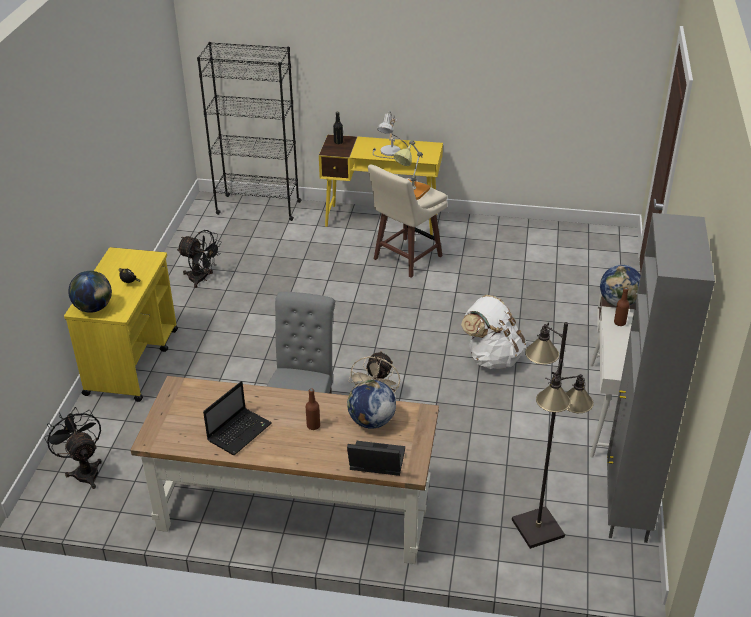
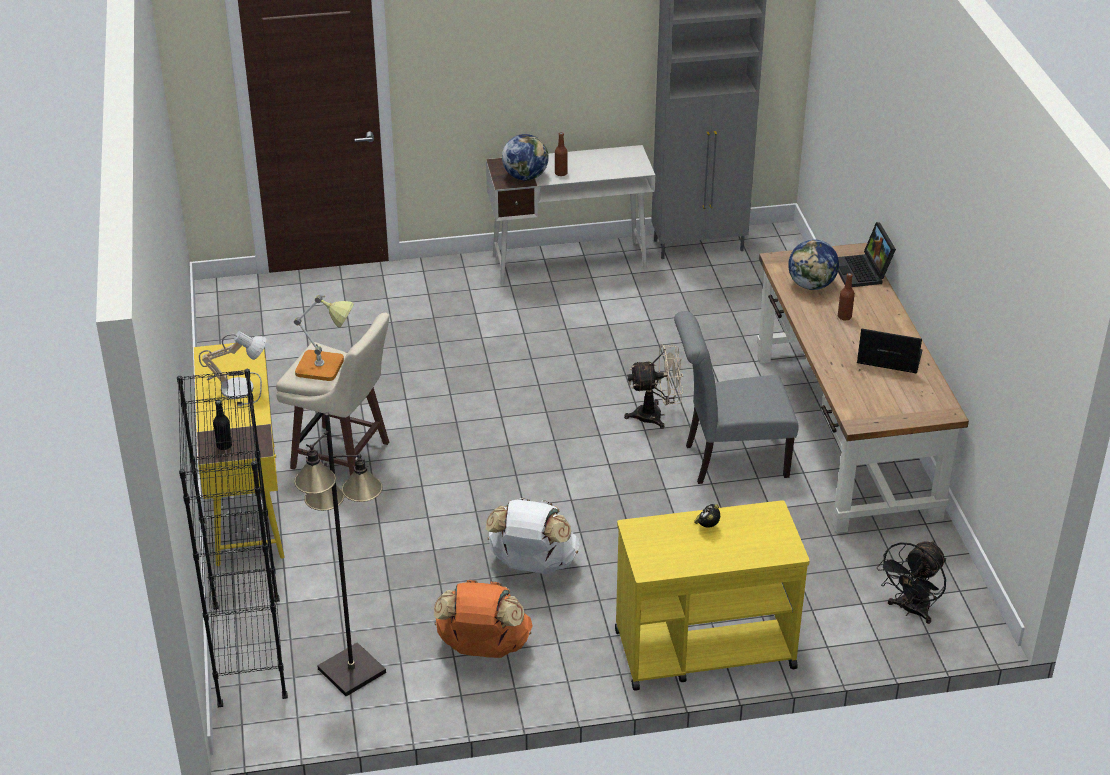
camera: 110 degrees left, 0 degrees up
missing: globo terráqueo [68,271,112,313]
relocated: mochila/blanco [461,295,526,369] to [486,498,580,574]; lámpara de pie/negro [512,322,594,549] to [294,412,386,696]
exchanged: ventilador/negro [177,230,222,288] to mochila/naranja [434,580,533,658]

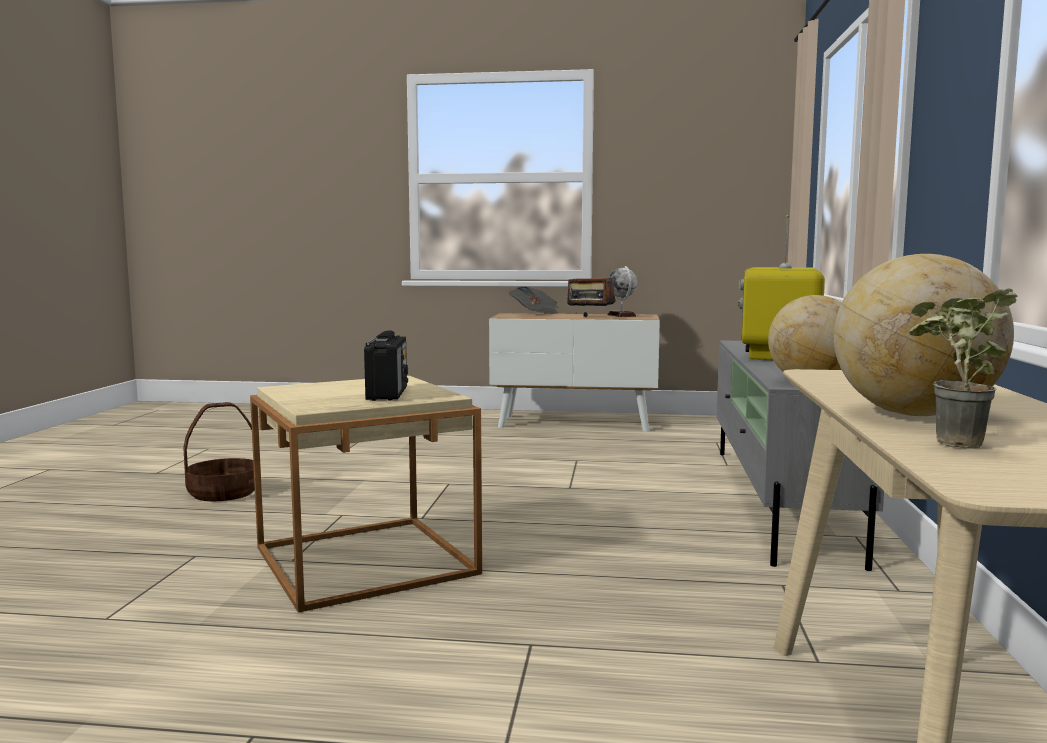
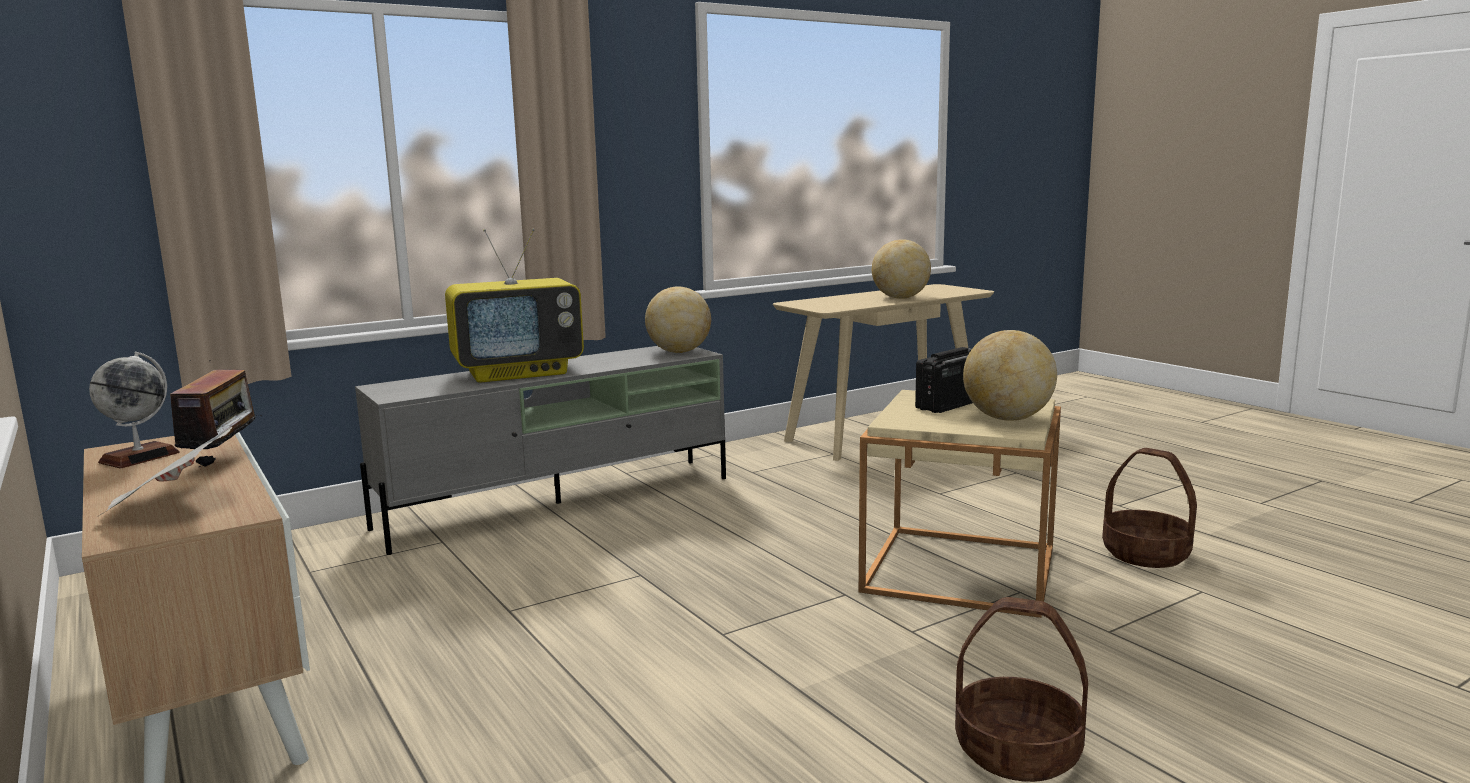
camera: 130 degrees left, 5 degrees up
missing: planta en maceta [909,288,1018,449]
appeared: globo terráqueo [963,330,1057,421]; cesta [1102,448,1197,568]

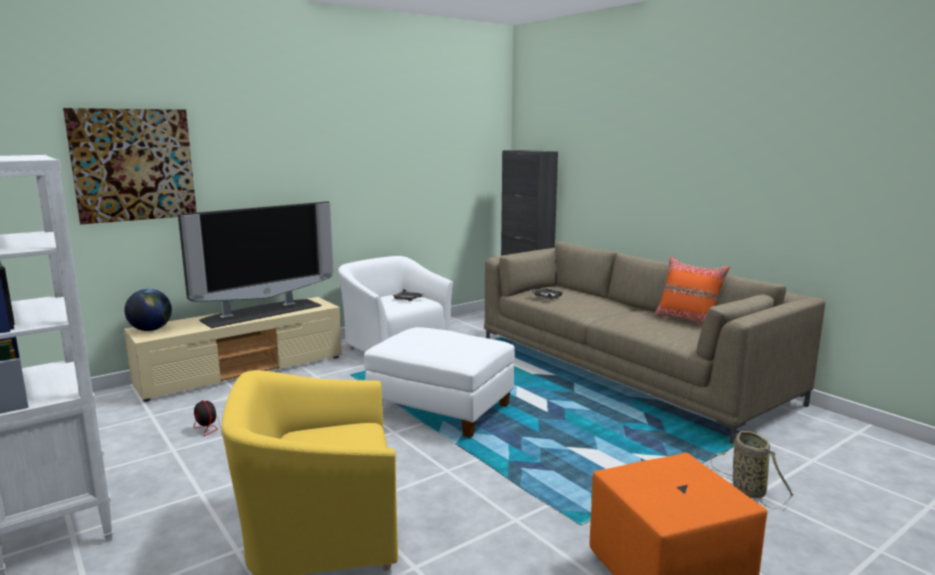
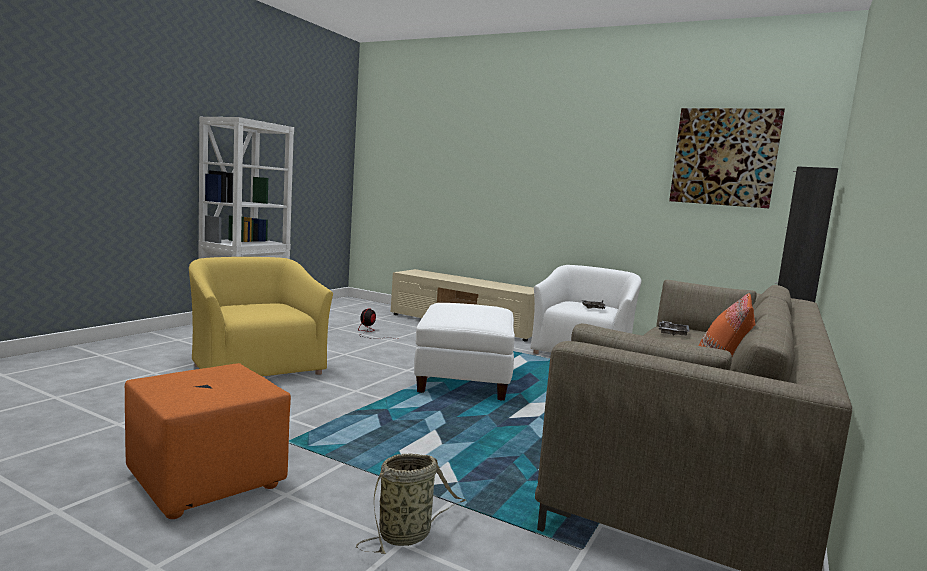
camera: 65 degrees right, 5 degrees down
missing: televisor [178,201,334,328]; globo terráqueo [124,289,172,331]
relocated: cuadro [63,108,197,224] to [669,108,785,208]

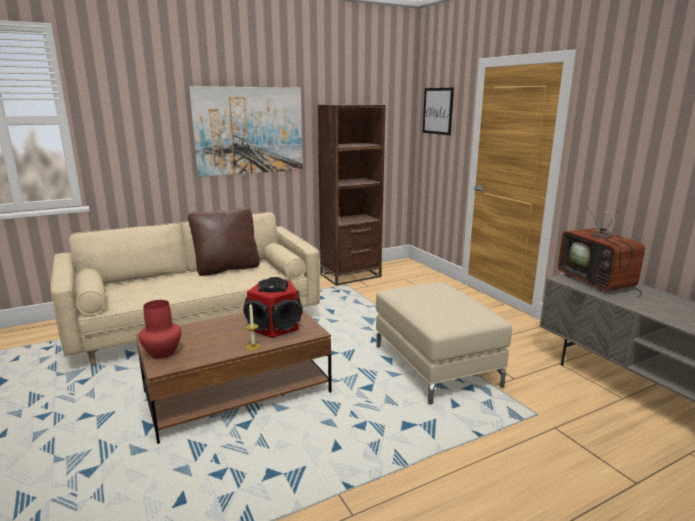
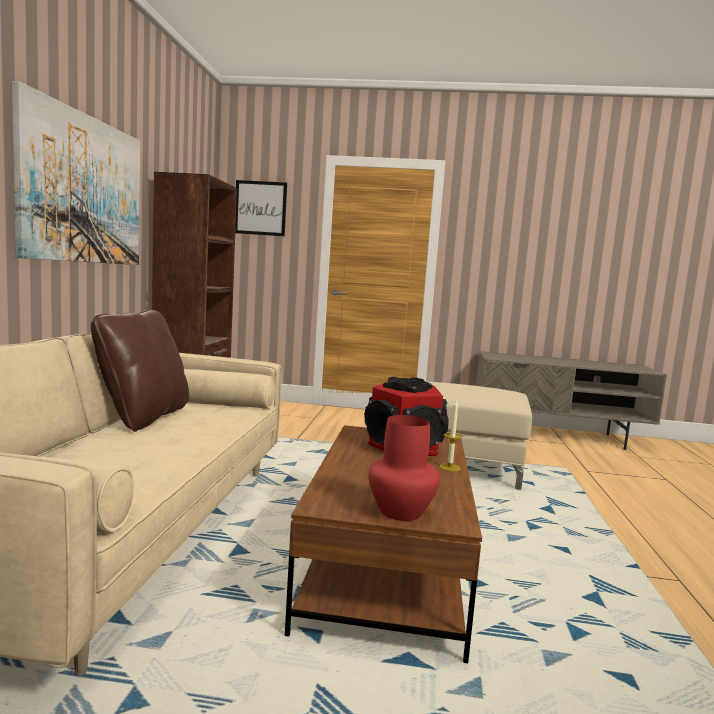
camera: 55 degrees left, 10 degrees down
missing: televisor [558,196,645,298]

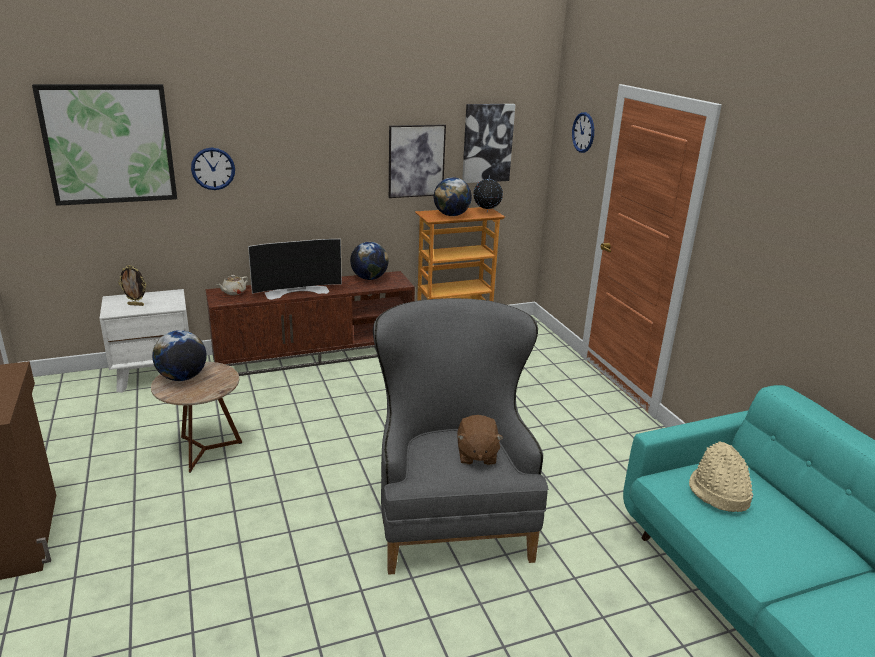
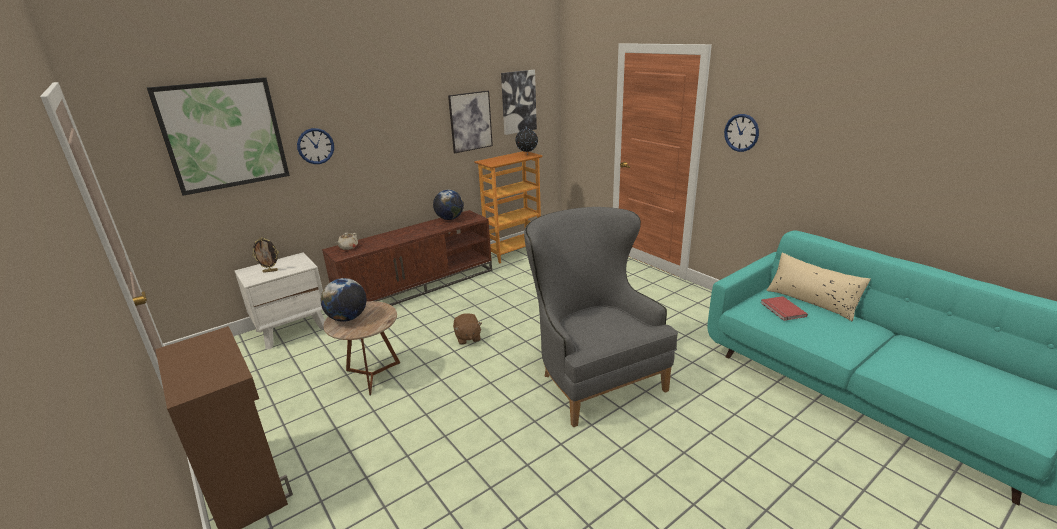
camera: 15 degrees left, 0 degrees up
missing: globo terráqueo [434,177,472,216]; televisor [248,239,342,300]
appeared: cojín/beis [766,253,871,322]
relocated: reloj de pared [572,112,594,153] to [724,114,759,152]; peluche/marrón [457,415,503,465] to [453,313,482,345]
exchanged: sombrero/beis [689,441,753,512] to libro/rojo [761,296,808,321]

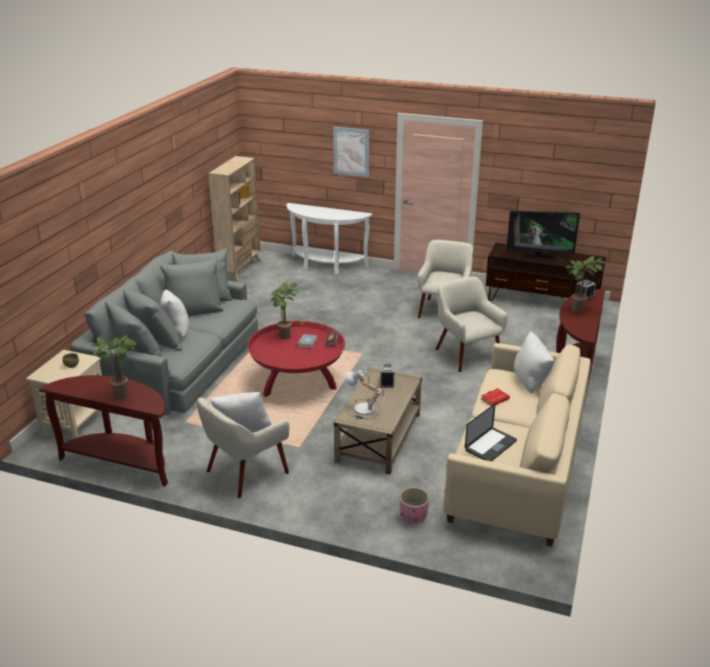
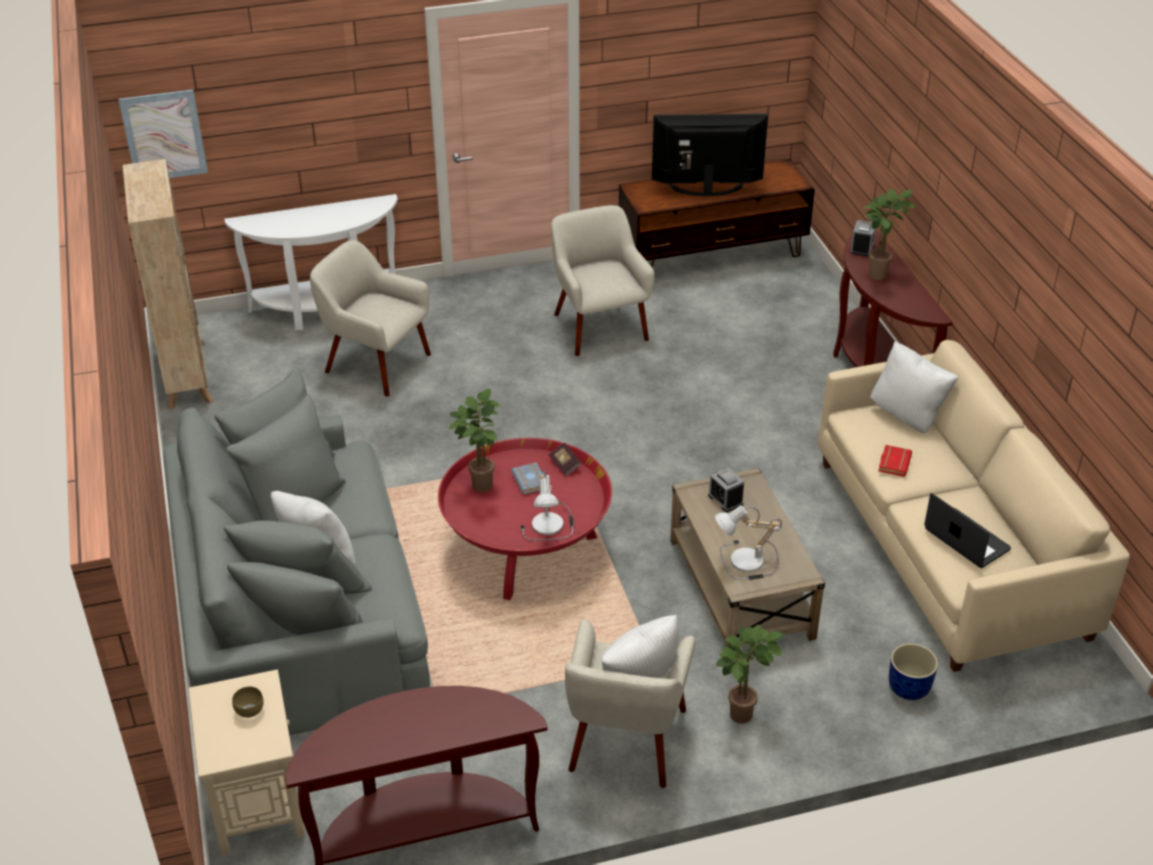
camera: 35 degrees left, 10 degrees up
appeared: lámpara de mesa [520,469,574,541]
relocated: cuadro [333,127,369,177] to [118,89,208,178]; sillón/beis [435,277,508,372] to [310,240,431,396]; planta en maceta [91,335,136,400] to [716,624,785,724]
colour: maceta/rosa [399,487,429,524] to maceta/azul [889,643,938,700]
spun: televisor [506,211,580,261] = [652,114,768,196] 150 degrees counterclockwise; portátil [465,404,517,461] = [924,493,1011,568] 45 degrees counterclockwise

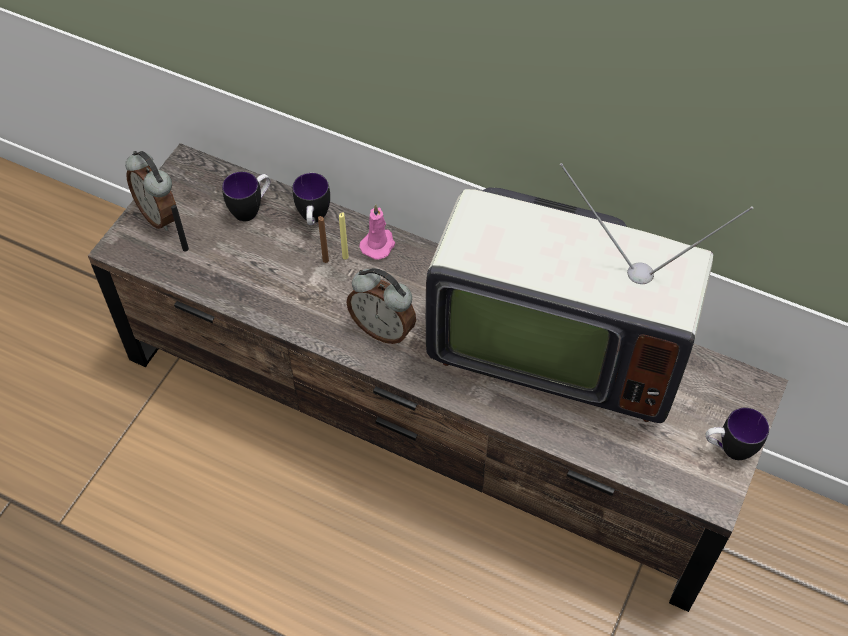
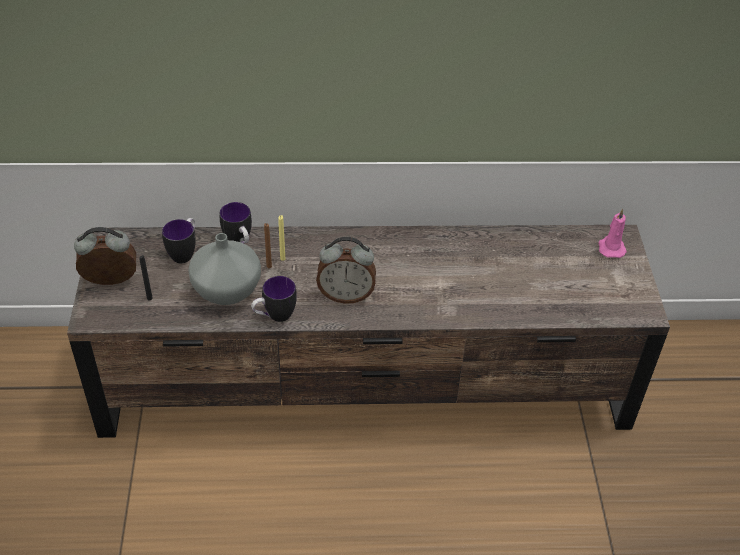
camera: 30 degrees left, 10 degrees down
missing: televisor [426,163,753,423]
appeared: florero/gris [188,233,261,305]
relocated: vela/rosa [359,204,395,260] to [598,209,627,258]; taza grande [706,407,769,460] to [251,276,297,322]
spun: despertador [125,151,176,231] = [74,227,136,285] 150 degrees clockwise

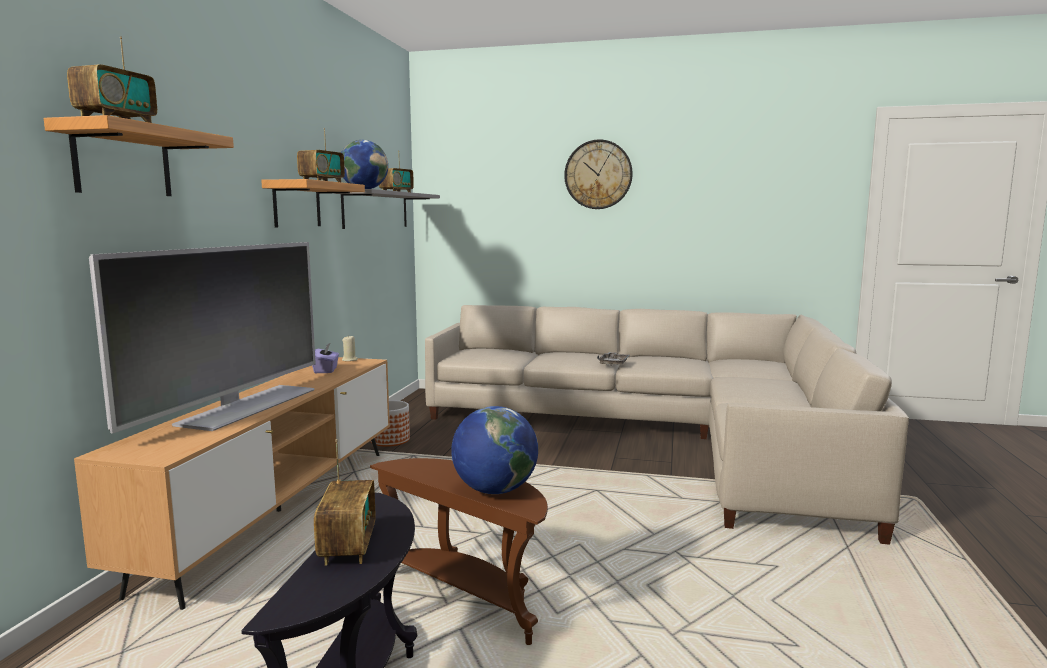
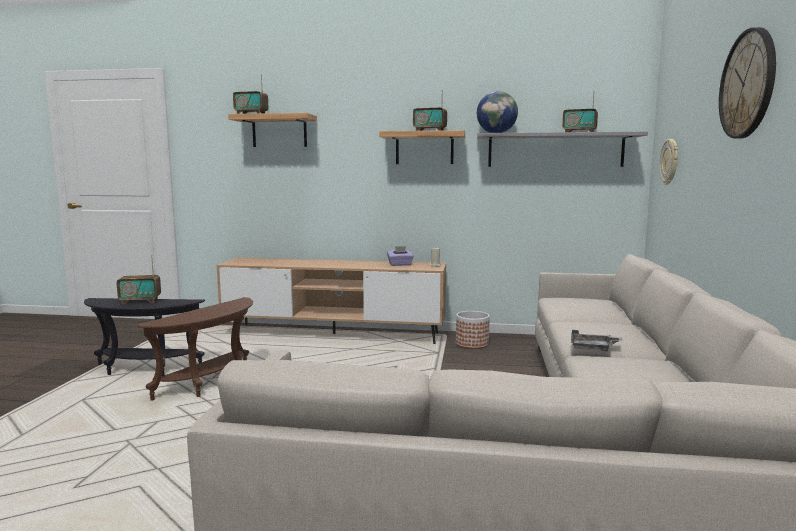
camera: 85 degrees right, 0 degrees up
missing: televisor [89,242,316,434]; globo terráqueo [451,406,538,494]
appeared: reloj de pared [659,139,678,185]

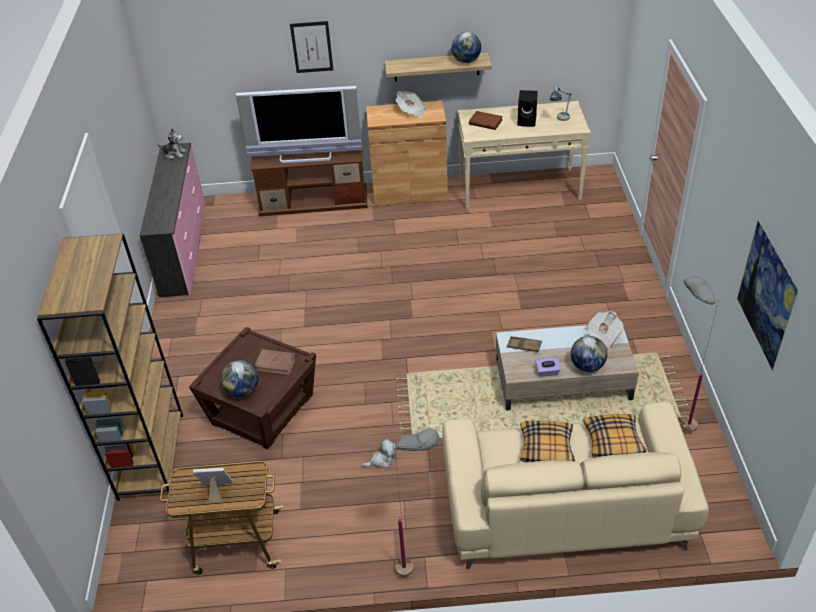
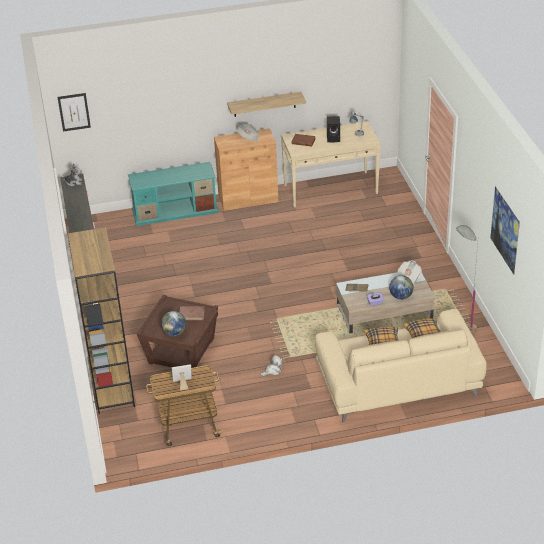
camera: 10 degrees left, 5 degrees down
missing: globo terráqueo [451,32,481,63]; televisor [236,86,362,163]; lámpara de pie/gris [395,428,439,577]
relocated: cuadro [290,21,333,73] to [58,93,91,132]
colour: mueble de televisión/marrón [250,140,368,217] to mueble de televisión/turquesa [128,162,219,226]

